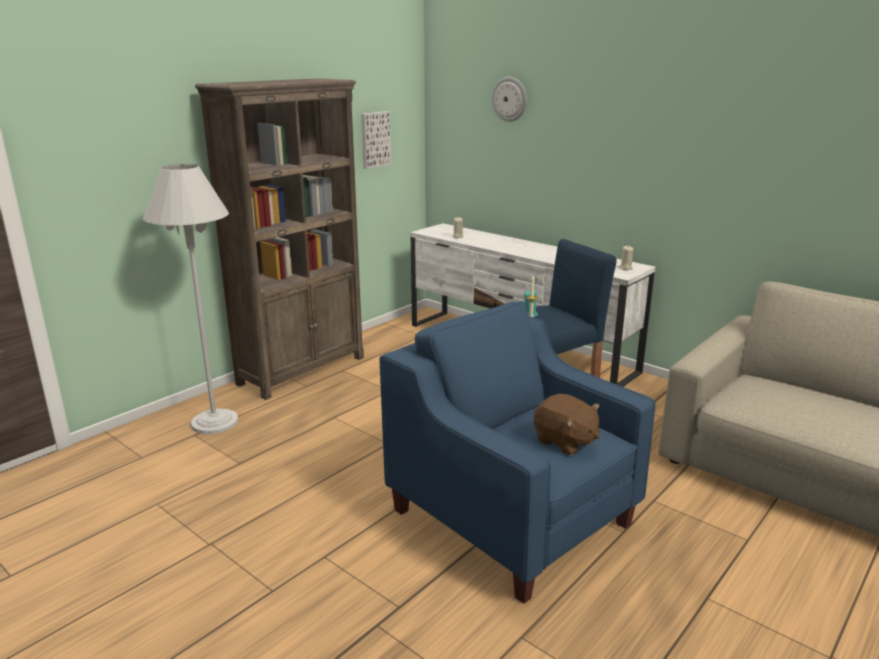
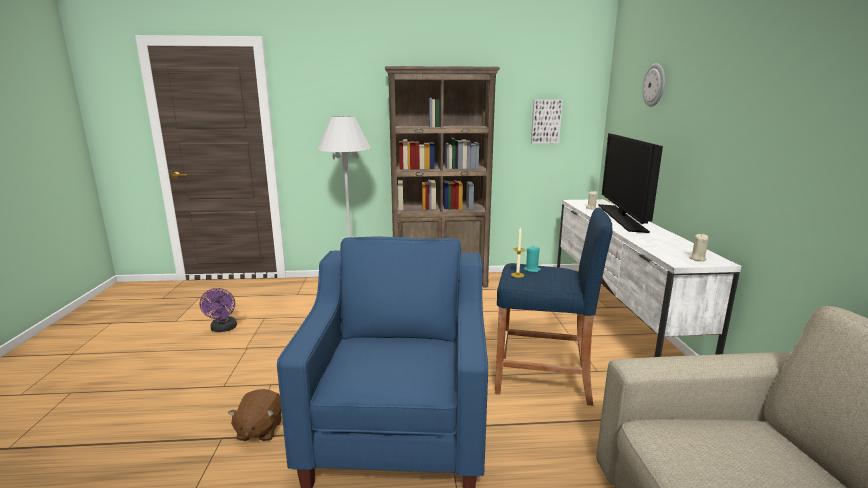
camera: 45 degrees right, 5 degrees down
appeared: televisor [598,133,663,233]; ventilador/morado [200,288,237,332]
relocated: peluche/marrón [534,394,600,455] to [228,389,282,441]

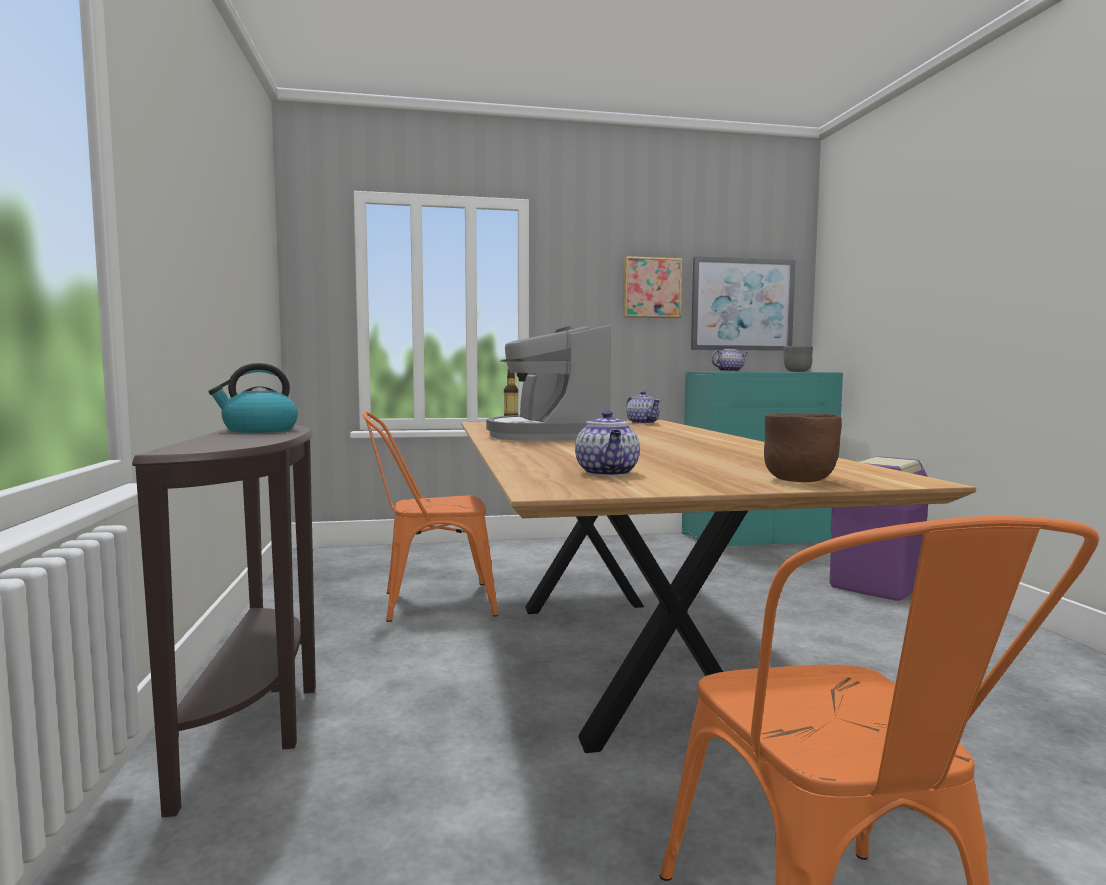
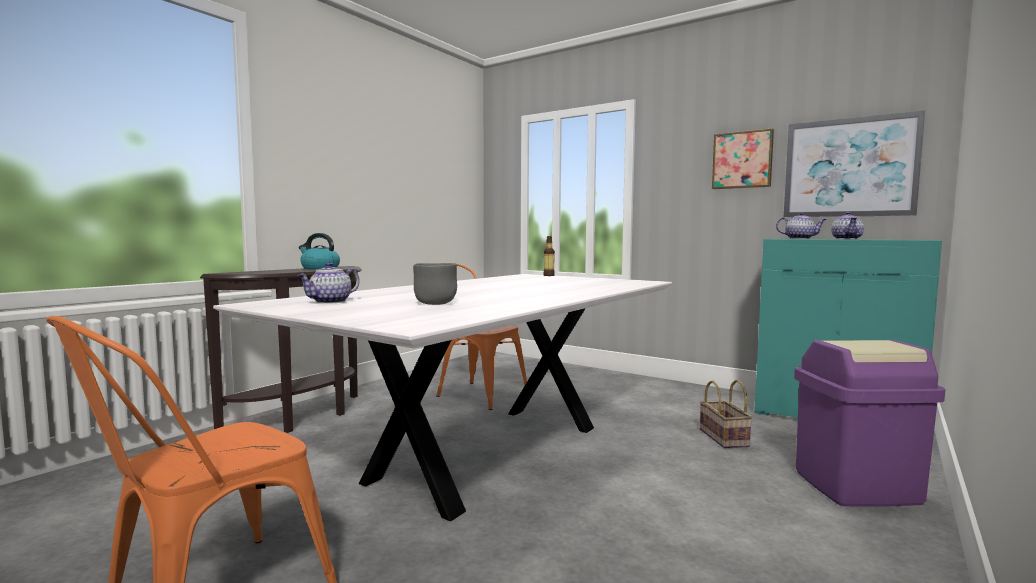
camera: 45 degrees right, 0 degrees up
missing: cafetera [486,325,611,441]; cuenco/marrón [764,413,842,482]
appeared: cesta [700,380,752,448]
relocated: cuenco/gris [784,346,813,372] to [413,263,457,305]; tetera [626,391,660,424] to [831,212,864,239]
colour: mesa de comedor/marrón [461,420,976,753] to mesa de comedor/blanco [213,274,672,521]

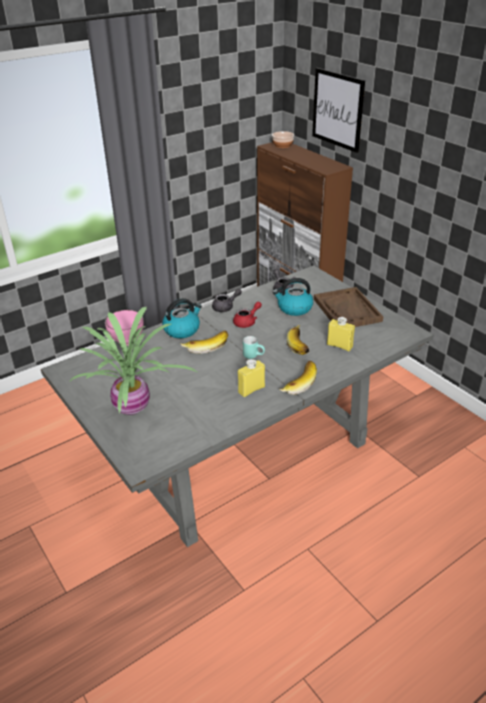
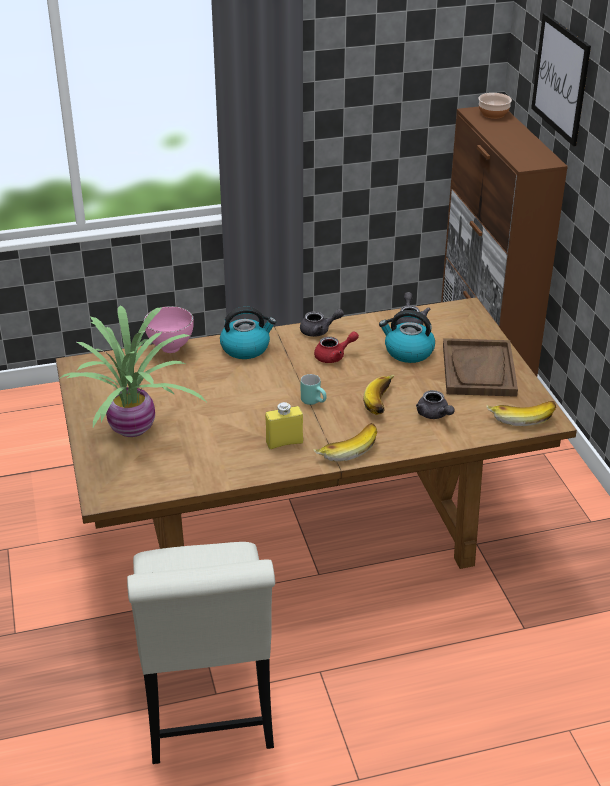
camera: 20 degrees right, 0 degrees up
appeared: silla/blanco [127,542,275,764]
relocated: plátano [180,330,228,354] to [486,401,556,426]
exchanged: botella/amarillo [327,317,355,351] to tetera/gris [416,390,455,419]
colour: mesa de comedor/gris [41,265,434,547] to mesa de comedor/marrón [56,297,577,569]

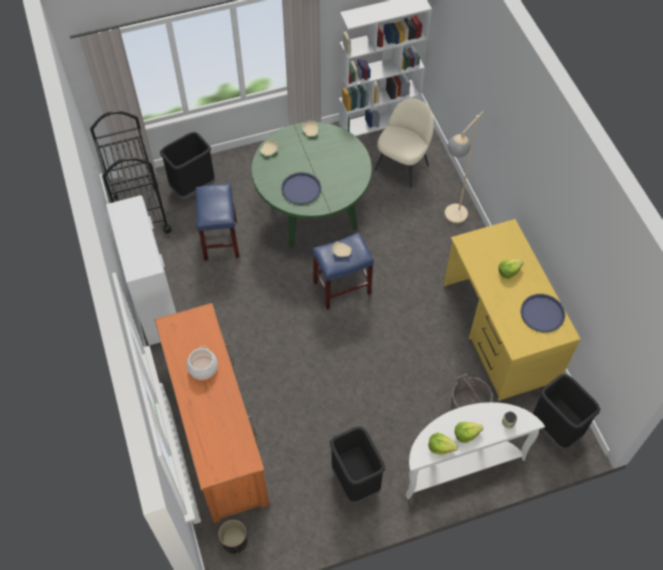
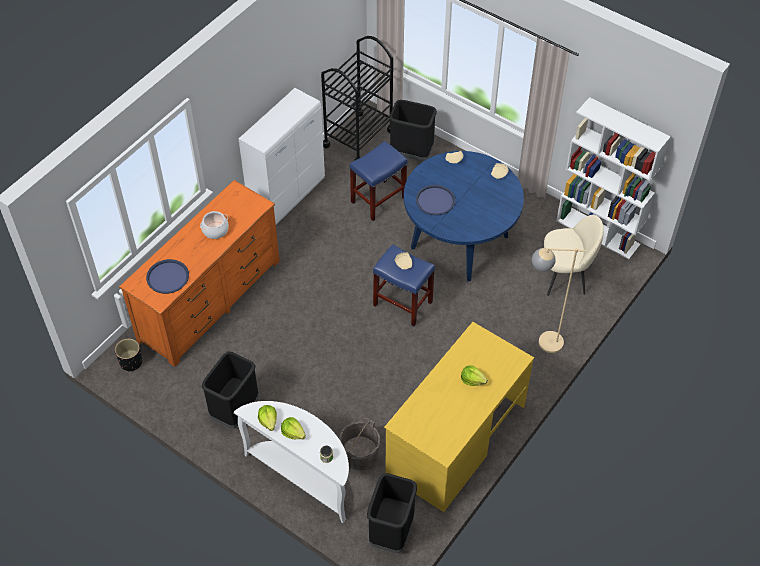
camera: 55 degrees right, 5 degrees down
relocated: bandeja/azul [521,294,565,332] to [146,259,189,294]
colour: mesa de comedor/verde [252,122,372,248] to mesa de comedor/azul [404,151,524,281]

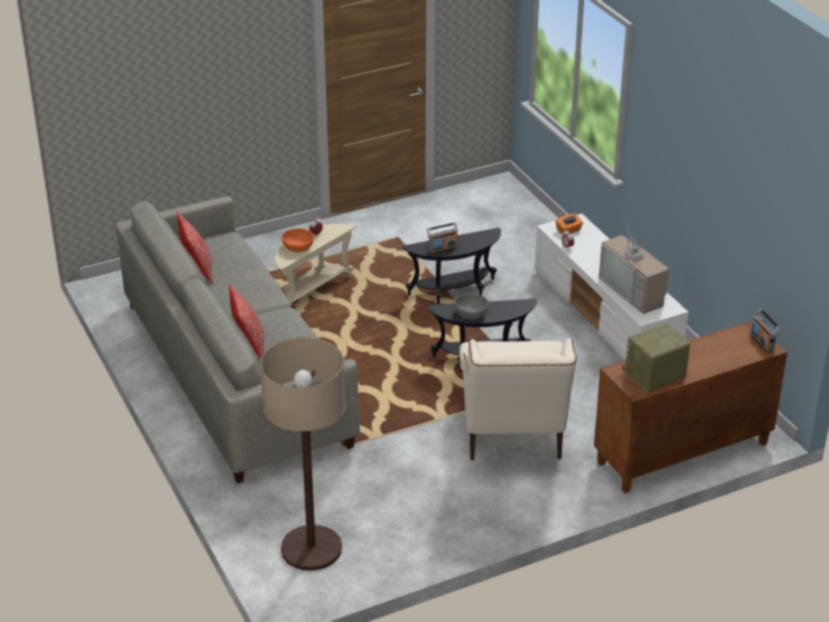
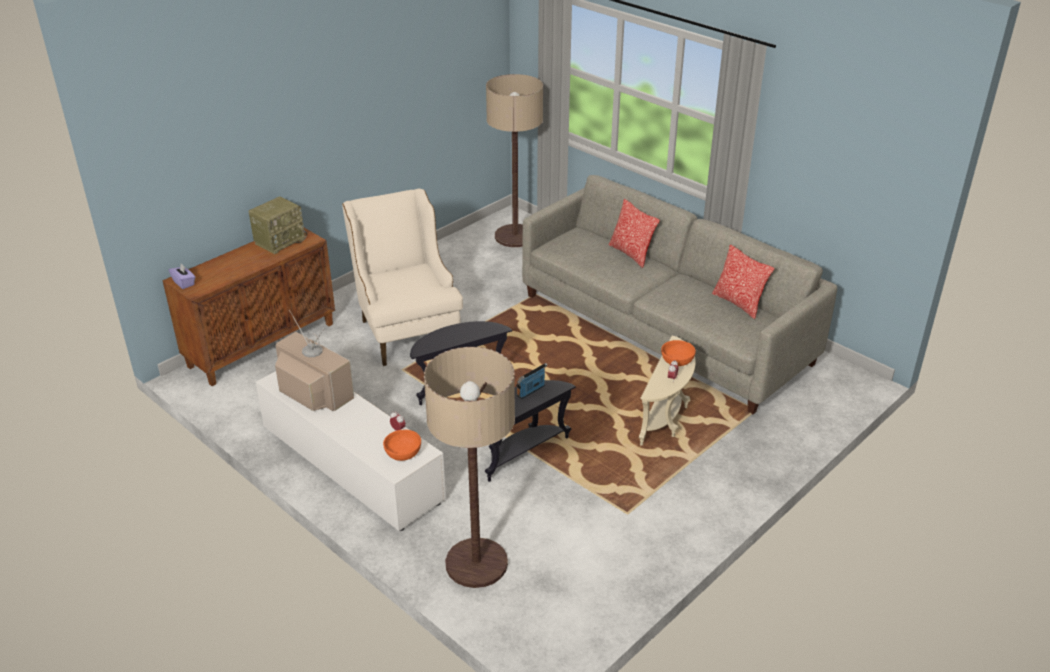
camera: 160 degrees right, 0 degrees up
missing: cuenco/gris [455,293,488,319]
appeared: lámpara de pie [424,347,515,588]
exchanged: caja de pañuelos/naranja [556,214,583,234] to cuenco/naranja [383,430,421,461]; radio [750,309,780,353] to caja de pañuelos/morado [169,264,195,289]

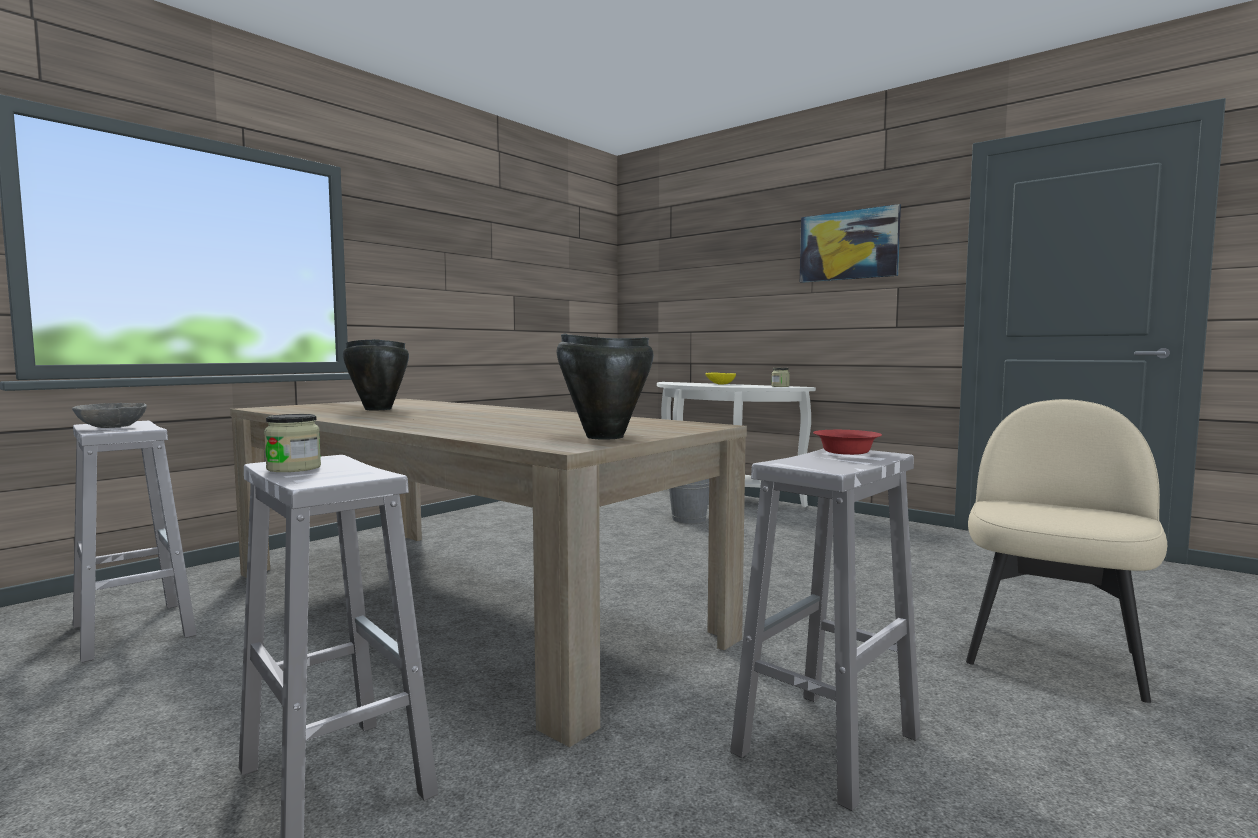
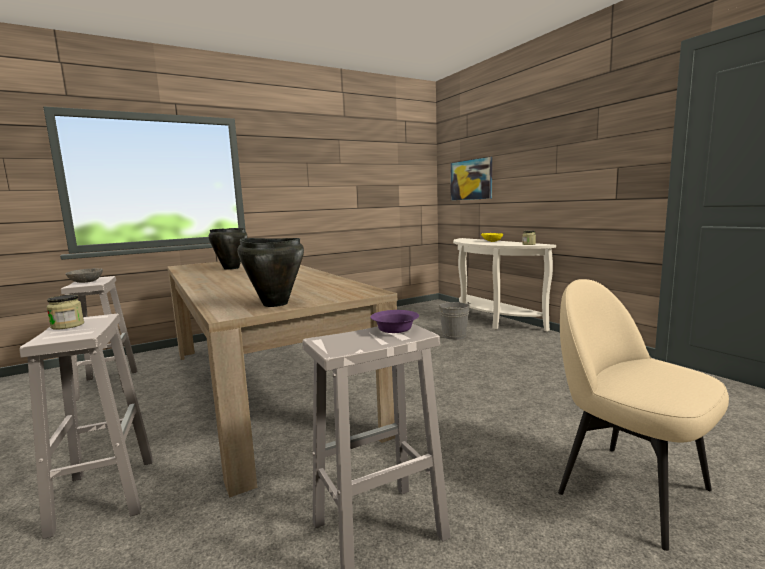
camera: 20 degrees right, 5 degrees up
relocated: cuadro [800,204,901,283] to [450,157,492,200]
colour: cuenco/rojo [813,430,882,455] to cuenco/morado [370,310,419,333]
spun: silla/beis [966,399,1167,703] = [558,279,729,551] 90 degrees counterclockwise

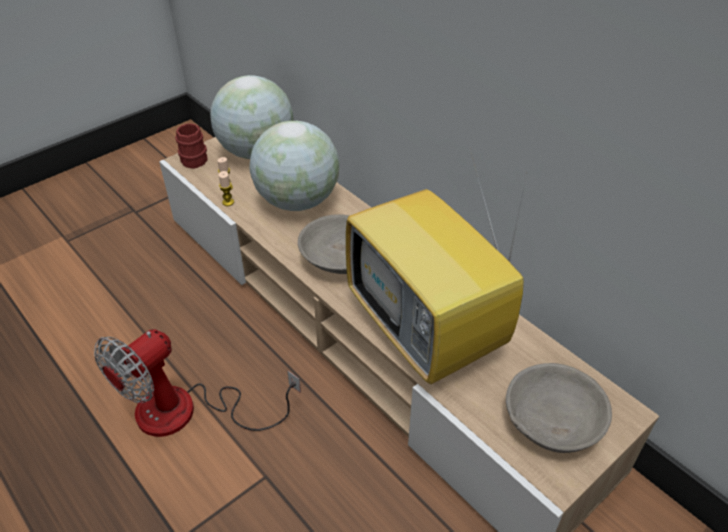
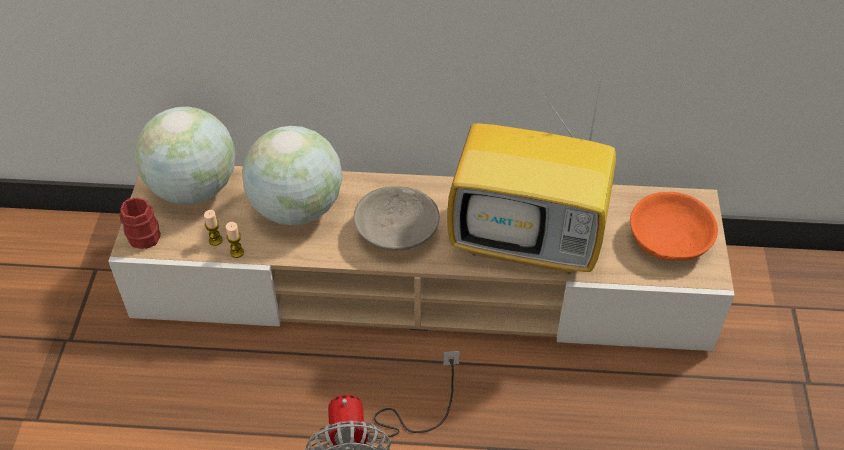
camera: 45 degrees left, 5 degrees up
colour: cuenco/gris [506,363,612,453] to cuenco/naranja [630,192,718,261]

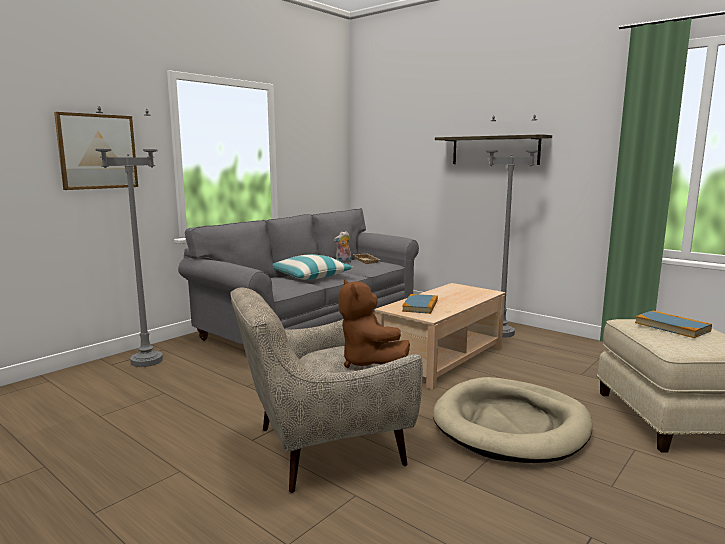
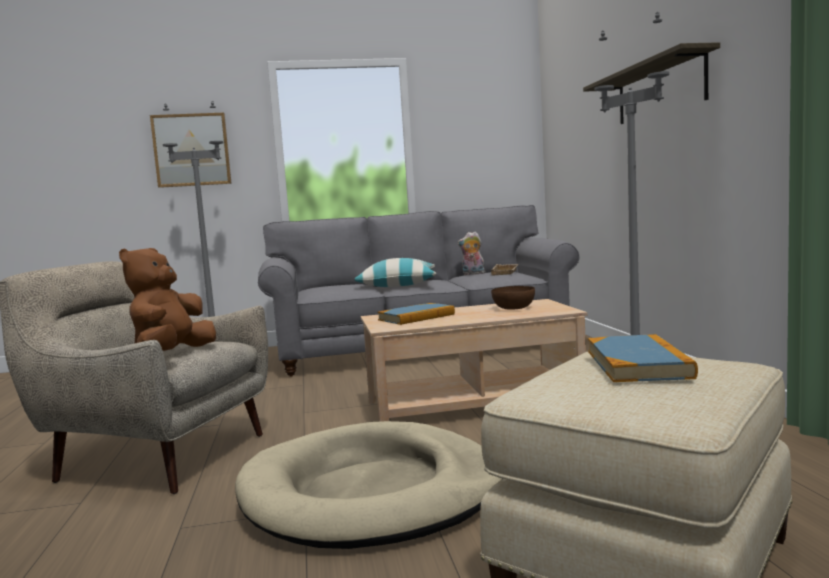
camera: 40 degrees right, 5 degrees down
appeared: cuenco/marrón [491,286,535,310]

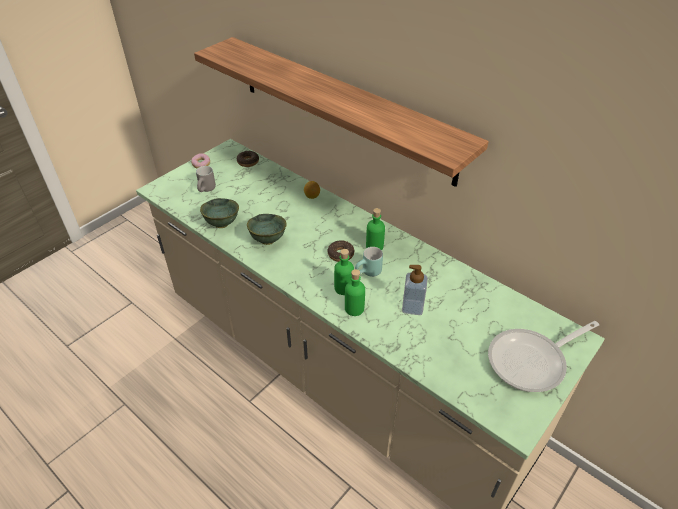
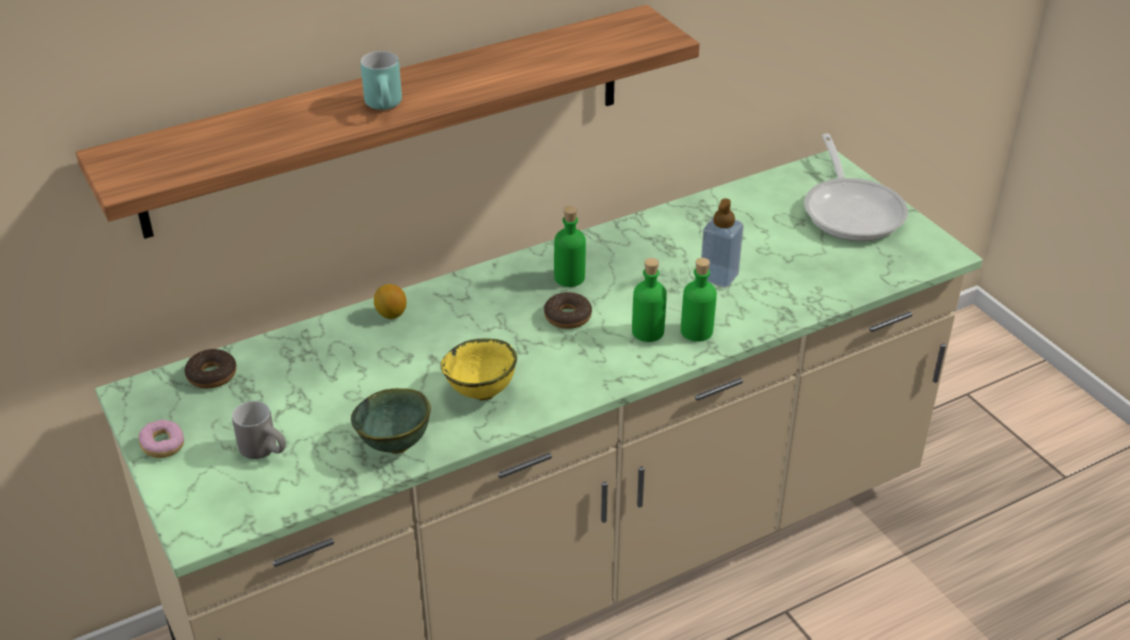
camera: 70 degrees left, 5 degrees down
relocated: taza grande/turquesa [355,247,383,277] to [361,51,402,110]
colour: cuenco/verde [247,214,287,245] to cuenco/amarillo [441,339,517,401]

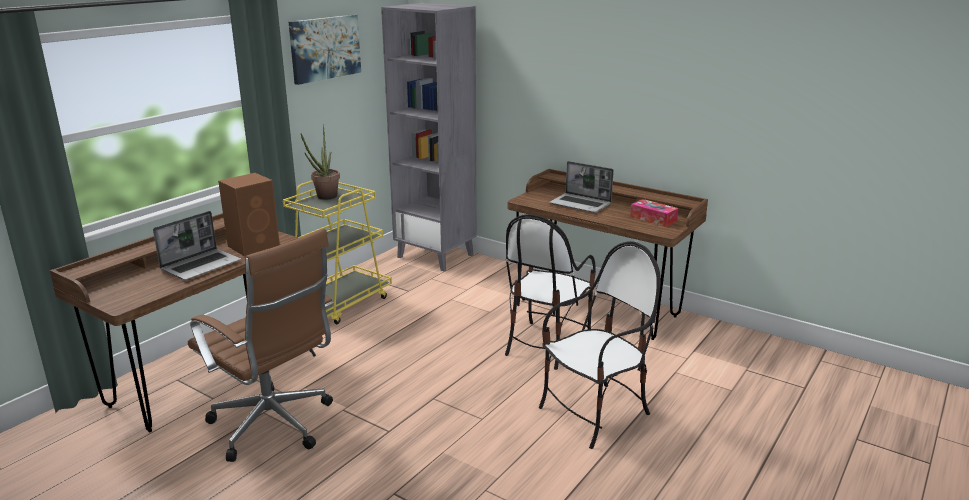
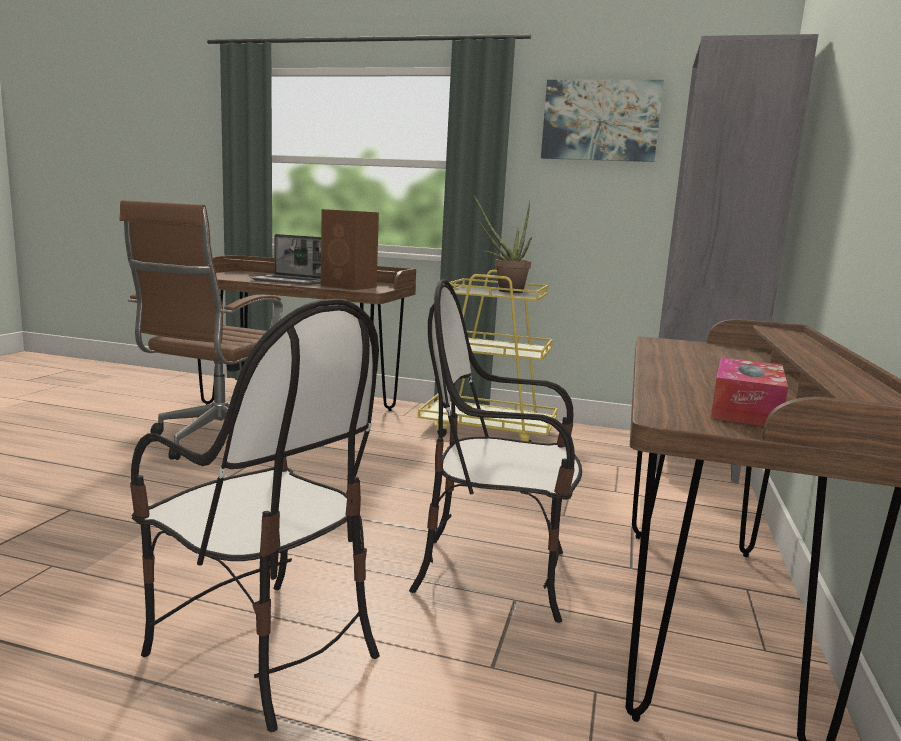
camera: 70 degrees right, 10 degrees down
missing: portátil [549,161,614,213]

